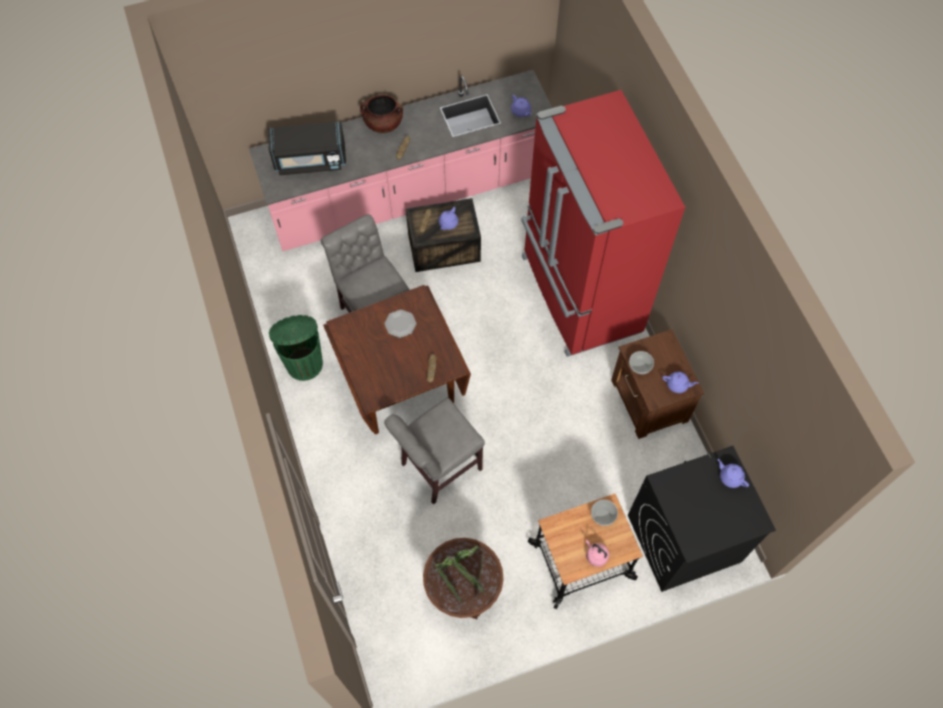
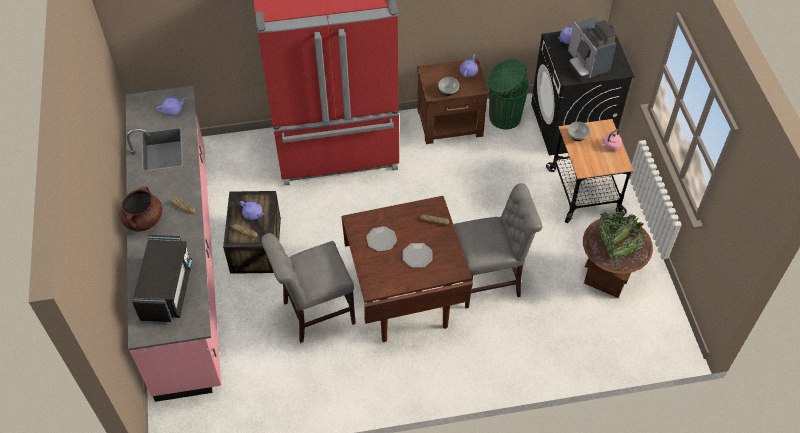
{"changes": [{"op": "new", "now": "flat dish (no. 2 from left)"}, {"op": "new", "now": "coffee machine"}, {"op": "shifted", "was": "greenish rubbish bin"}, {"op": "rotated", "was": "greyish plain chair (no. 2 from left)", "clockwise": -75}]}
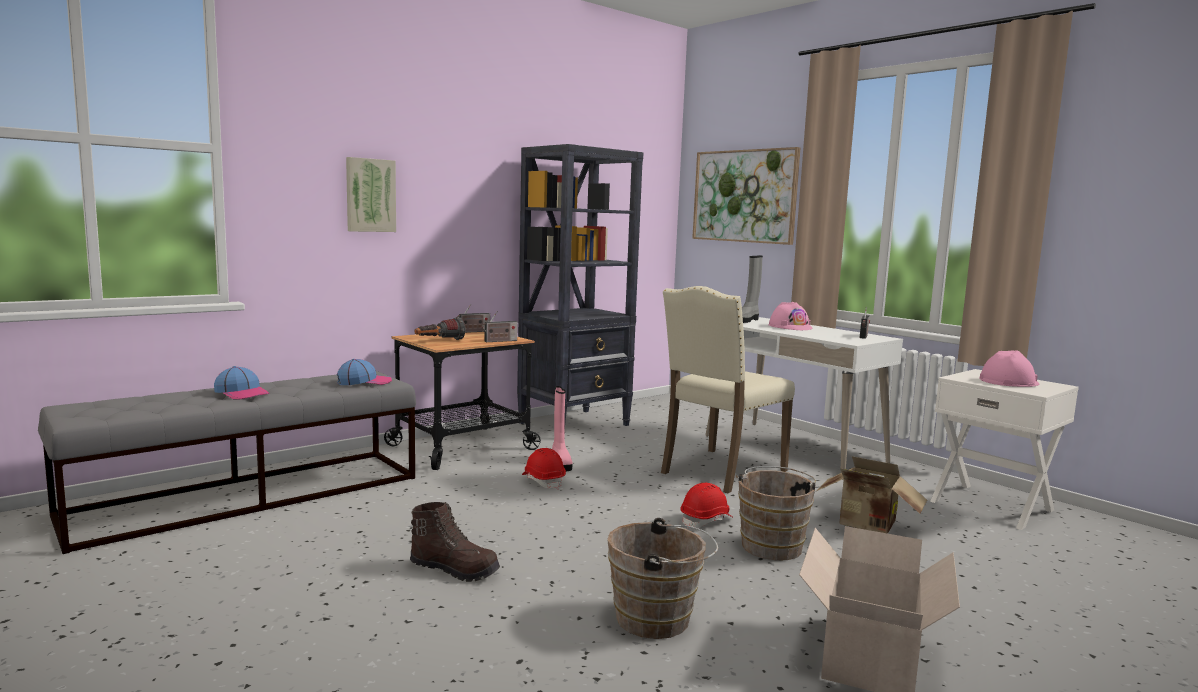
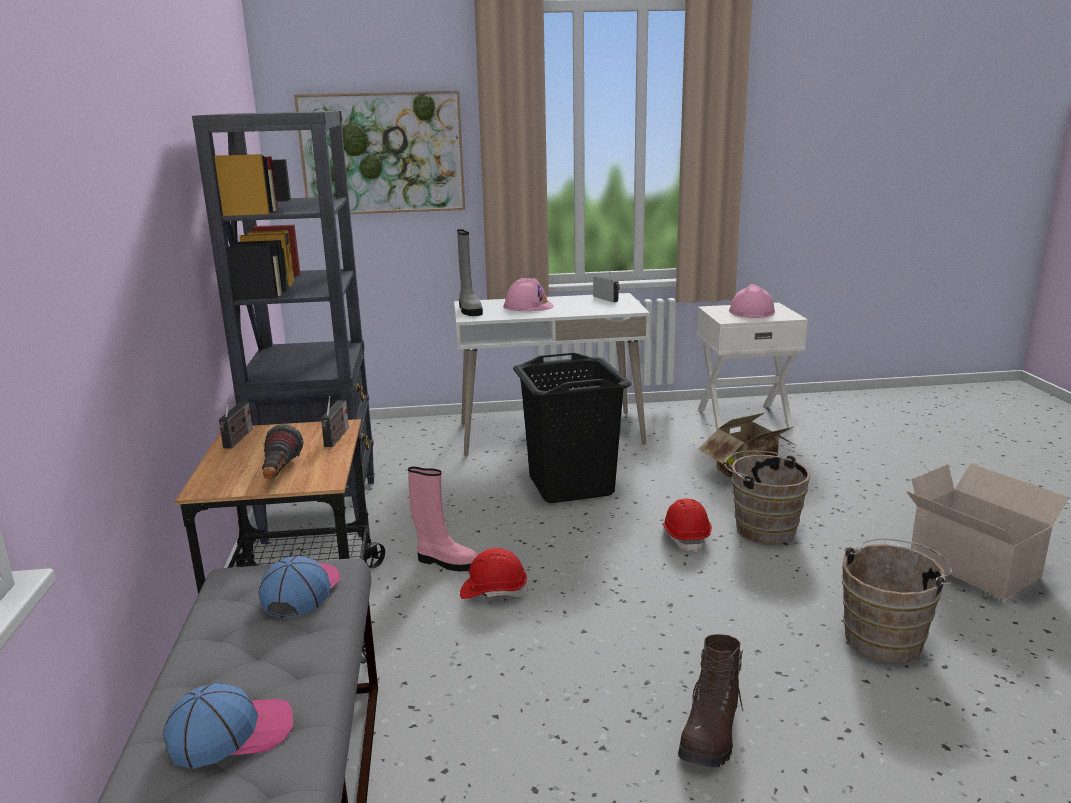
{"changes": [{"op": "gone", "was": "wall art (no. 1 from left)"}, {"op": "swapped", "was": "beige-coloured plain chair", "now": "black hamper"}, {"op": "rotated", "was": "brown high-top boot", "clockwise": 150}]}
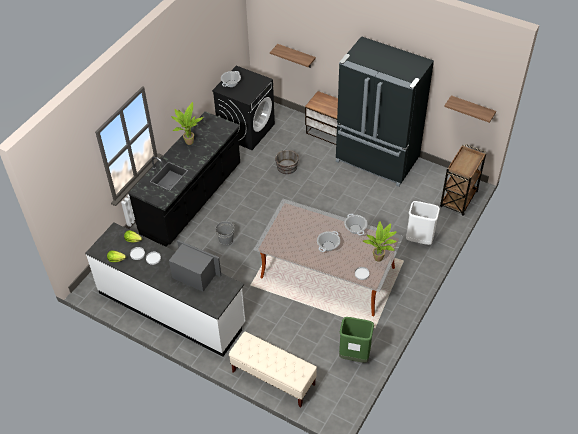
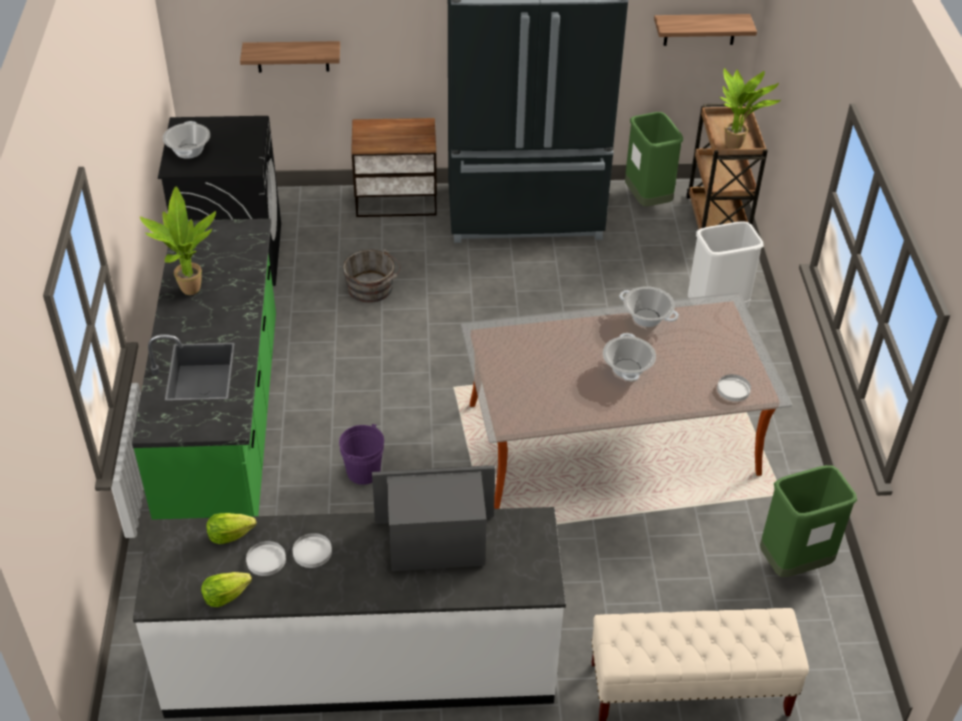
{"changes": [{"op": "new", "now": "greenish rubbish bin (no. 1 from left)"}, {"op": "shifted", "was": "plant in a pot (no. 2 from left)"}, {"op": "repainted", "was": "black kitchen base unit", "now": "greenish kitchen base unit"}, {"op": "repainted", "was": "greyish water bucket (no. 1 from left)", "now": "purple-coloured water bucket"}]}
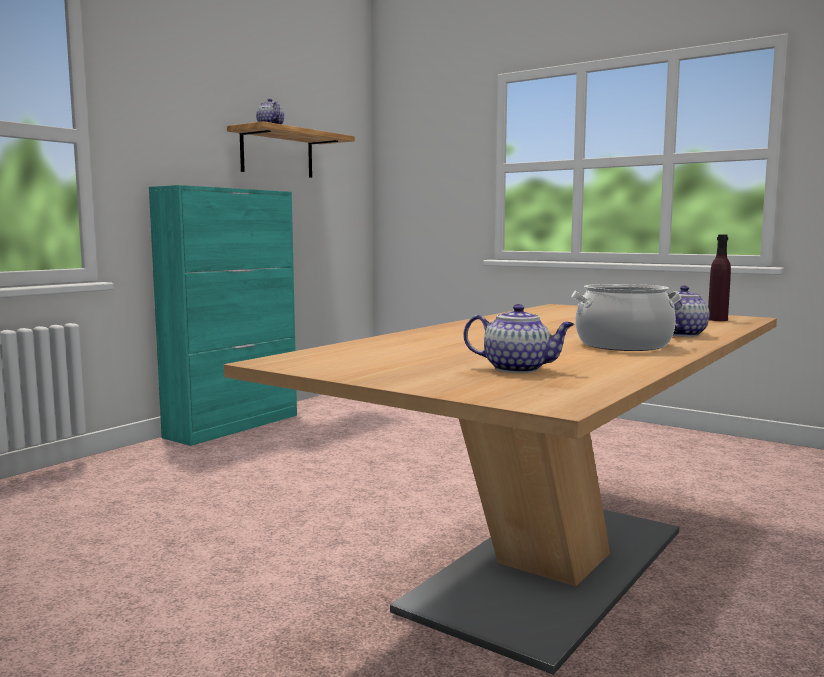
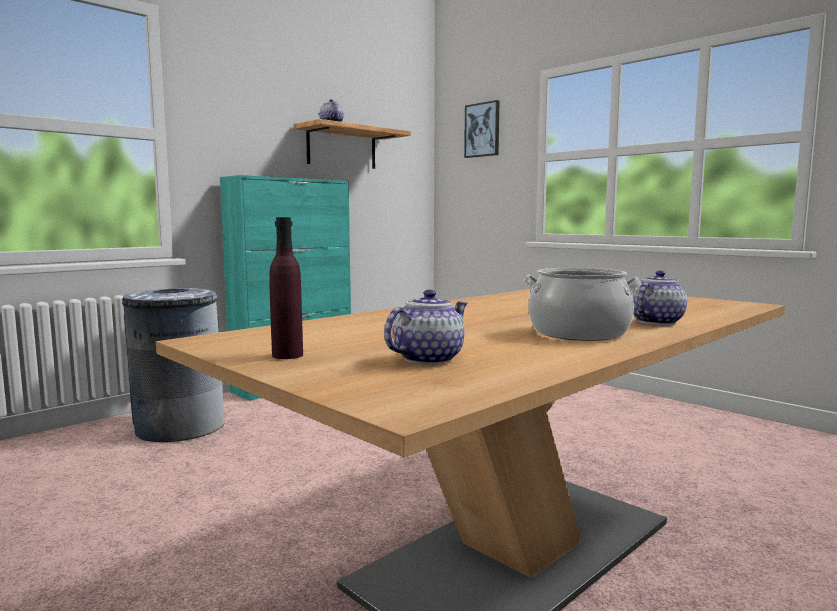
{"changes": [{"op": "new", "now": "greyish rubbish bin"}, {"op": "new", "now": "wall art"}, {"op": "shifted", "was": "purple-coloured drink bottle"}, {"op": "rotated", "was": "tea pot (no. 2 from left)", "clockwise": -75}]}
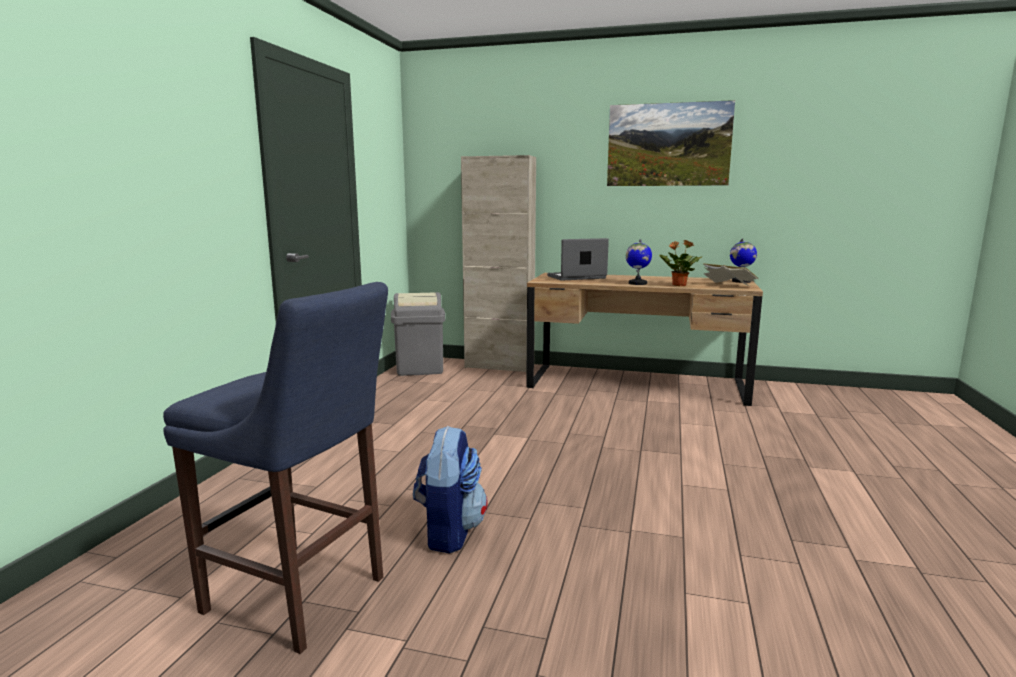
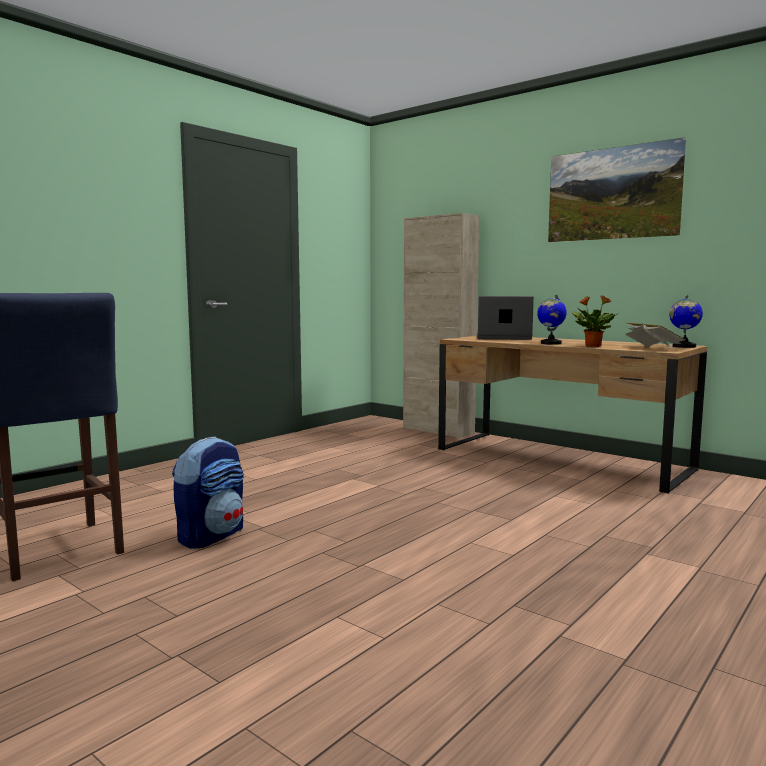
{"changes": [{"op": "gone", "was": "greyish rubbish bin"}]}
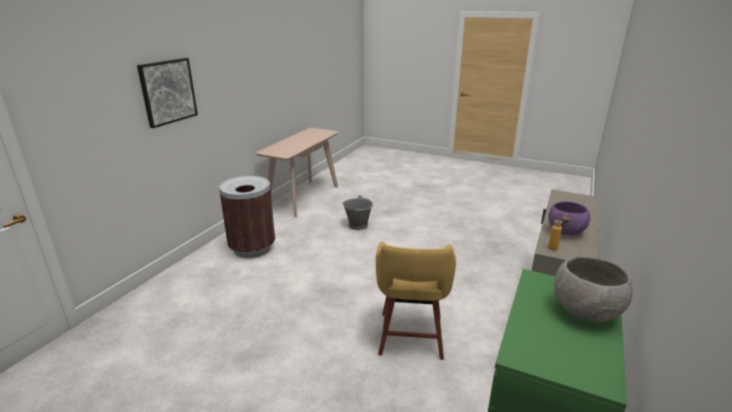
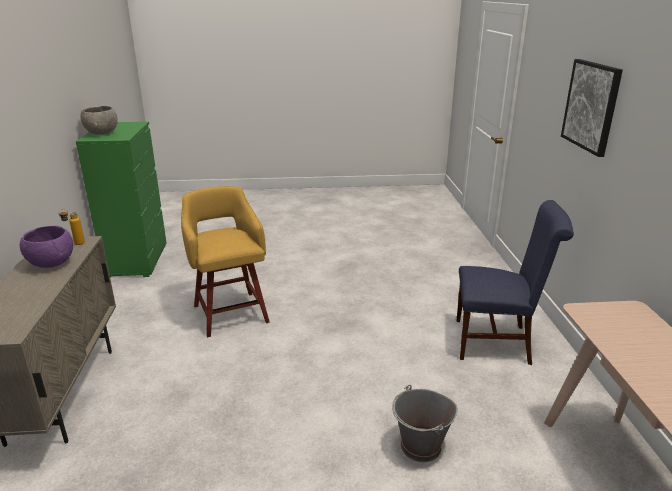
{"changes": [{"op": "swapped", "was": "brown rubbish bin", "now": "blue plain chair"}]}
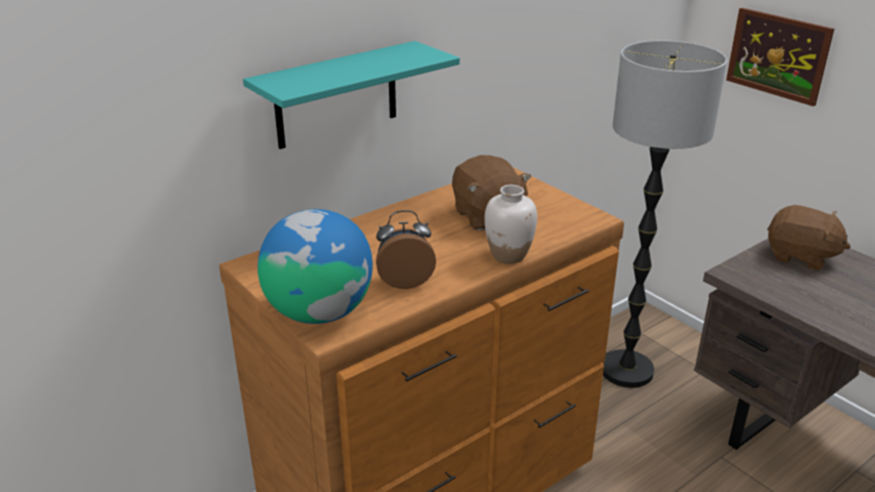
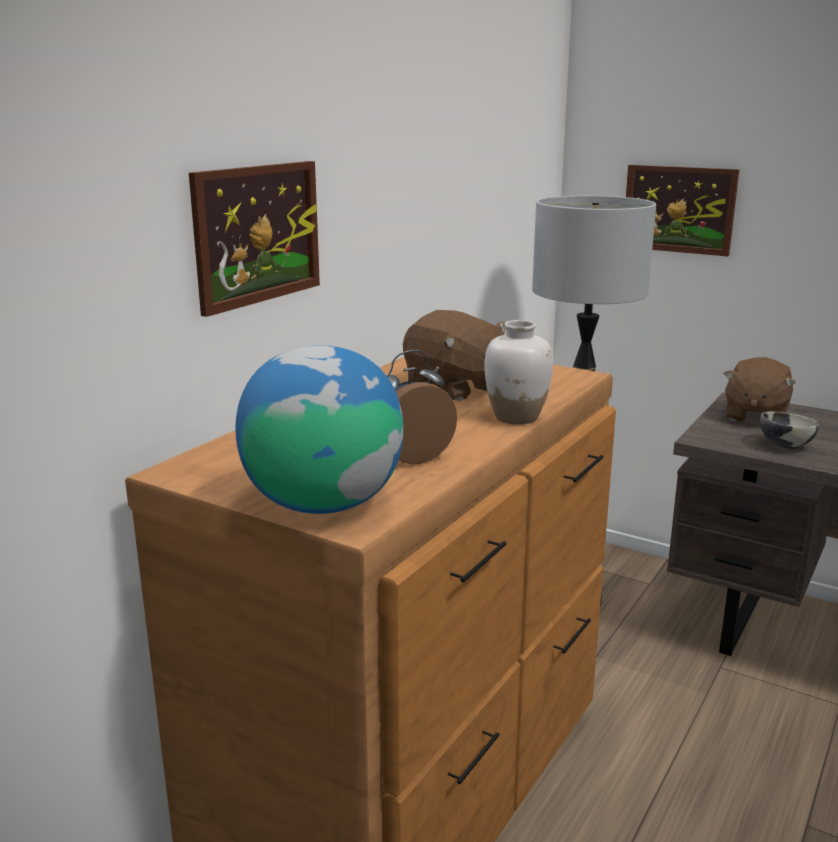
{"changes": [{"op": "new", "now": "deep dish"}, {"op": "swapped", "was": "turquoise-coloured shelf", "now": "wall art (no. 1 from left)"}, {"op": "rotated", "was": "brown cuddly toy (no. 2 from left)", "clockwise": 105}]}
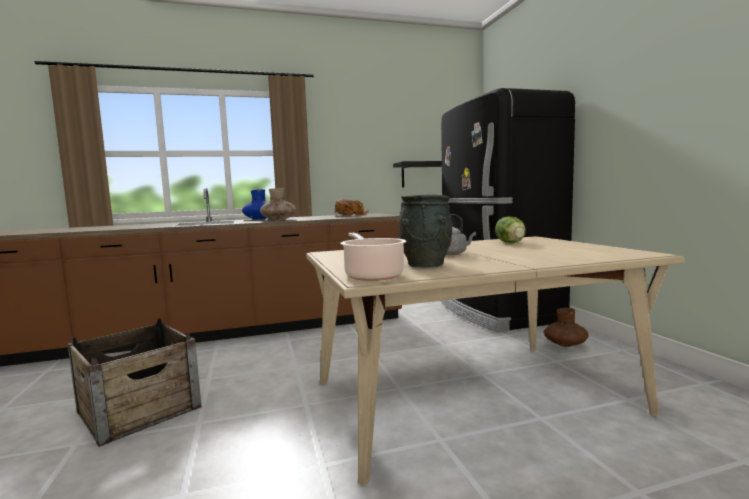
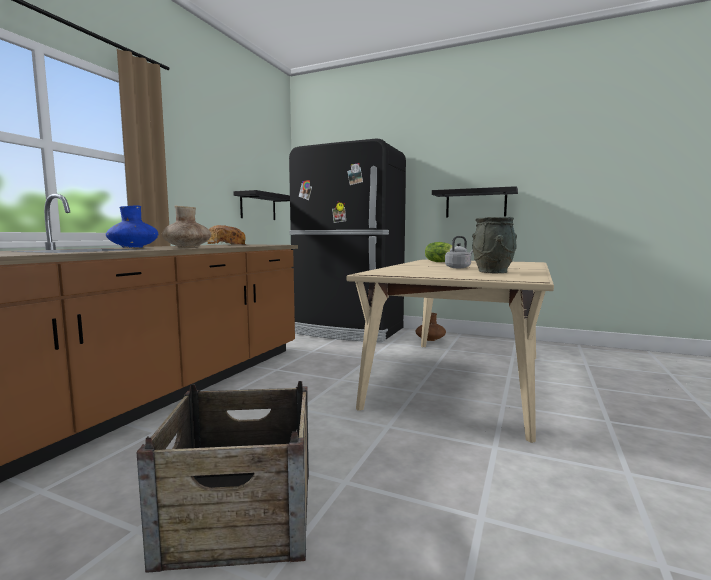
{"changes": [{"op": "gone", "was": "cooking pot"}, {"op": "new", "now": "black shelf (no. 2 from left)"}]}
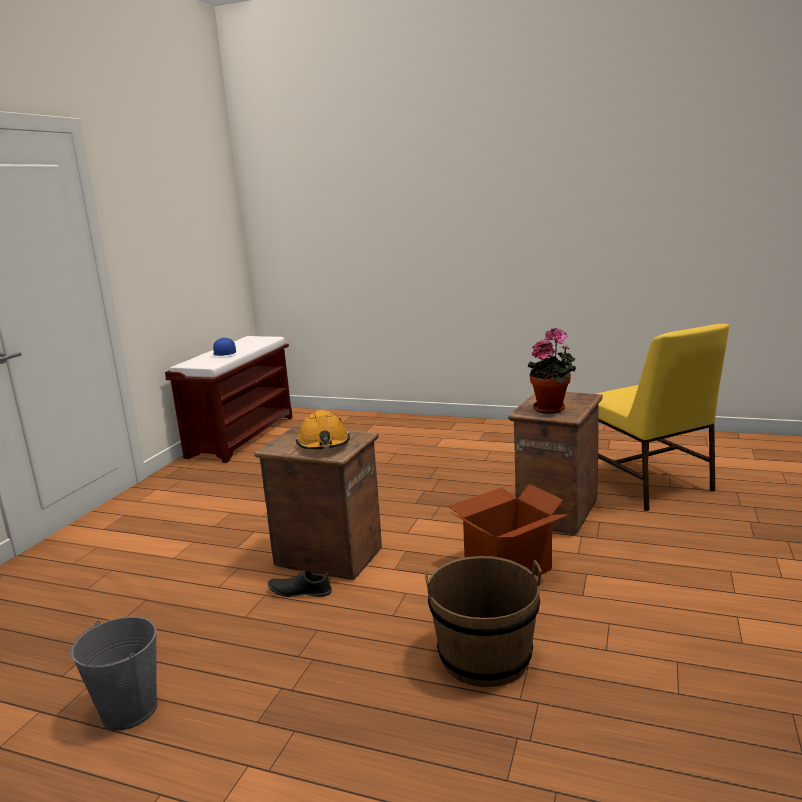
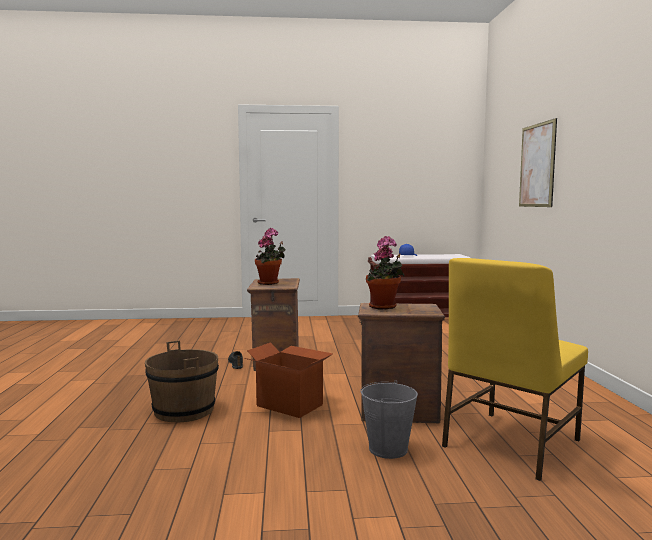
{"changes": [{"op": "new", "now": "wall art"}, {"op": "shifted", "was": "greyish water bucket"}, {"op": "swapped", "was": "orangey work helmet", "now": "plant in a pot (no. 1 from left)"}]}
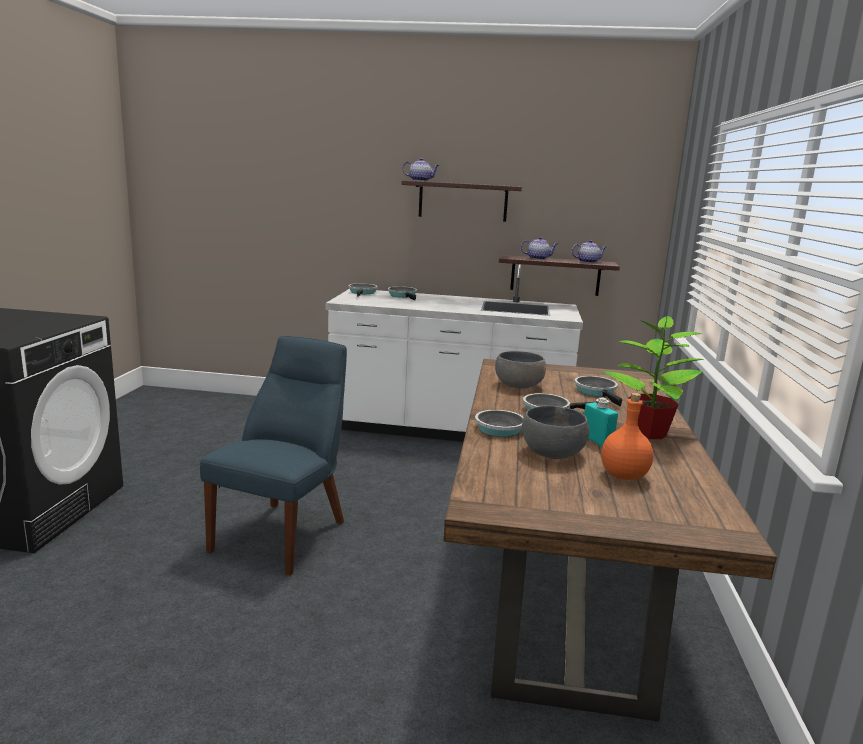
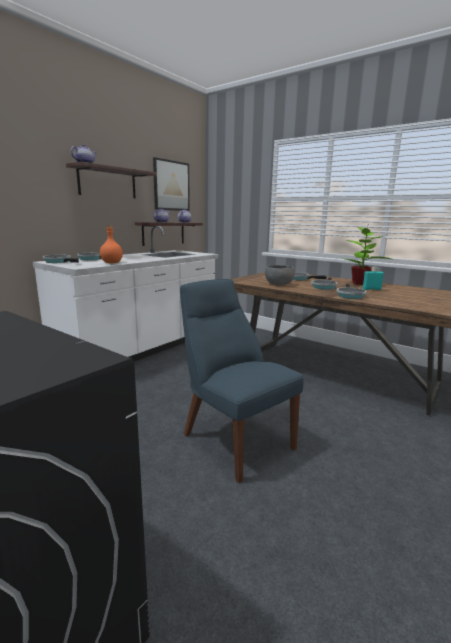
{"changes": [{"op": "gone", "was": "greyish deep dish (no. 2 from left)"}, {"op": "new", "now": "wall art"}, {"op": "shifted", "was": "orangey drink bottle"}]}
